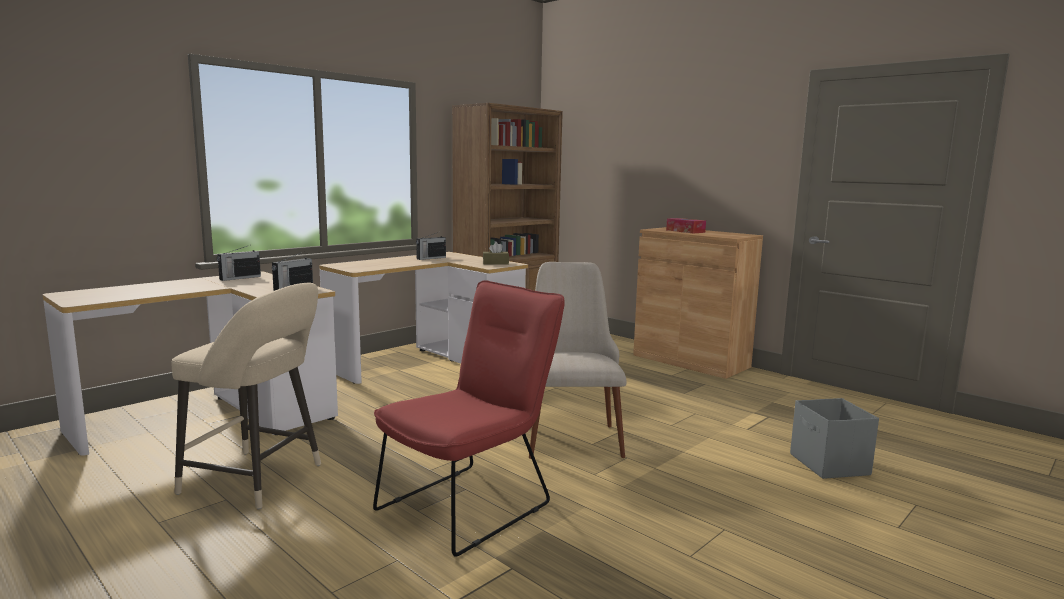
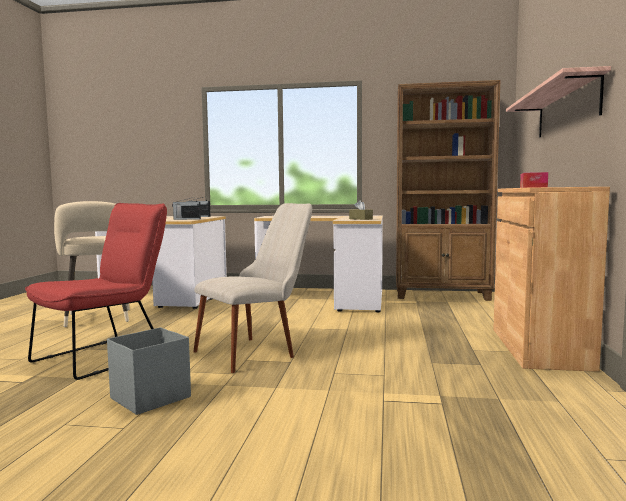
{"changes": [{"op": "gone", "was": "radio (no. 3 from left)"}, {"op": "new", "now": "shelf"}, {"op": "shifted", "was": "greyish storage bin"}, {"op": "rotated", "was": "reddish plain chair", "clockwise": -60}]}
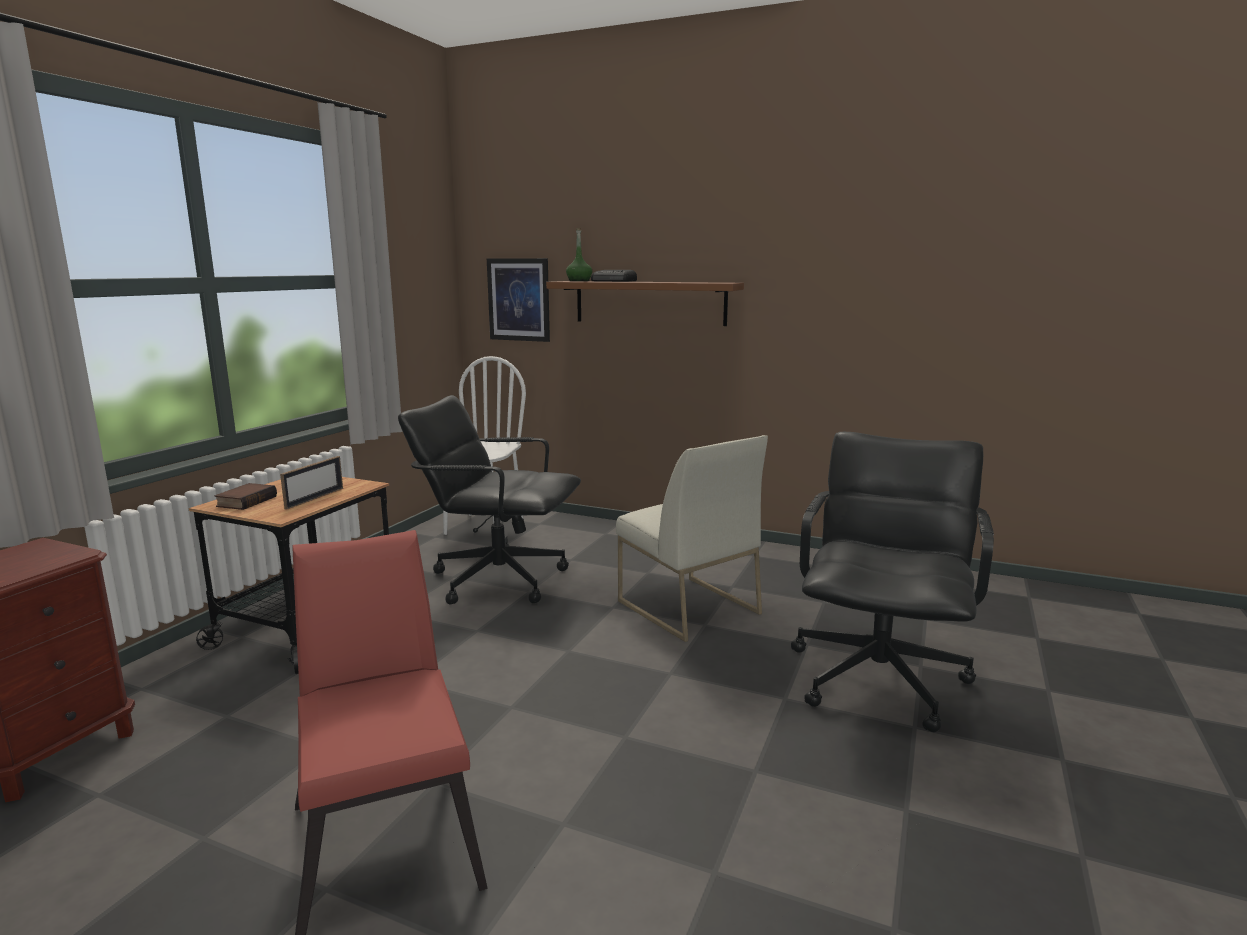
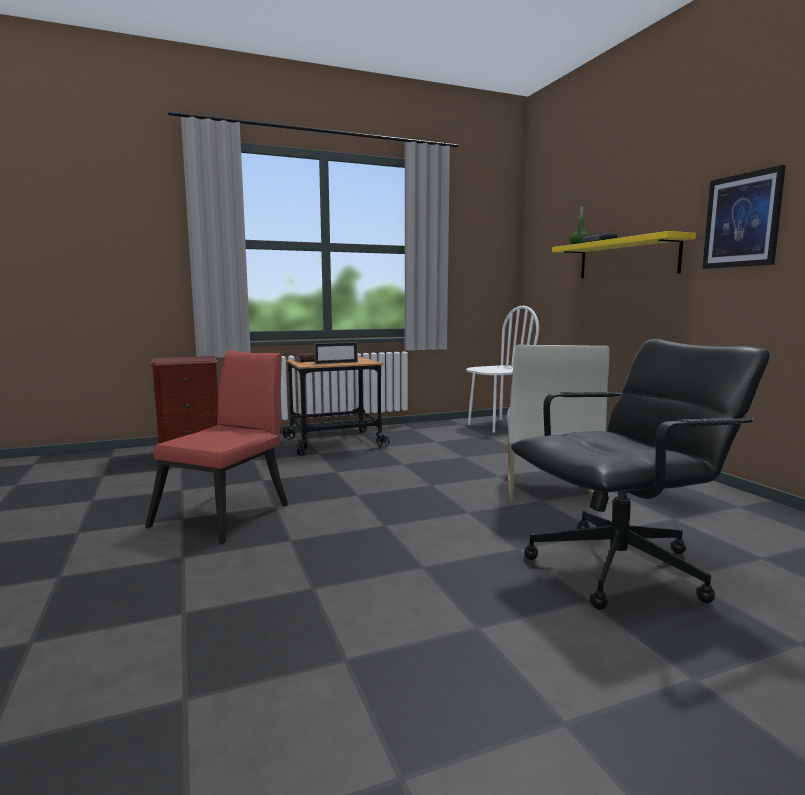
{"changes": [{"op": "gone", "was": "black desk chair (no. 1 from left)"}, {"op": "shifted", "was": "wall art"}, {"op": "repainted", "was": "brown shelf", "now": "yellow-coloured shelf"}]}
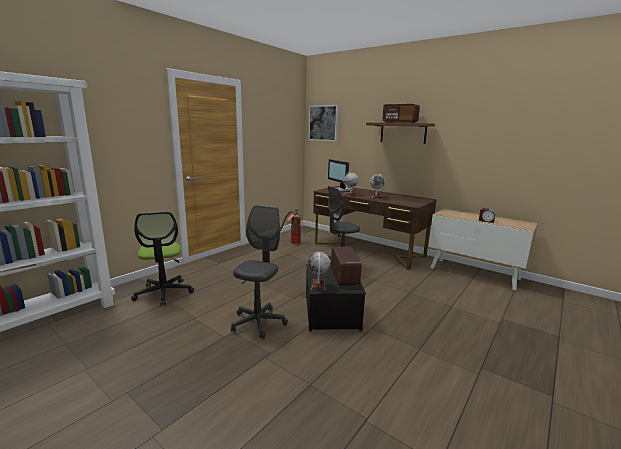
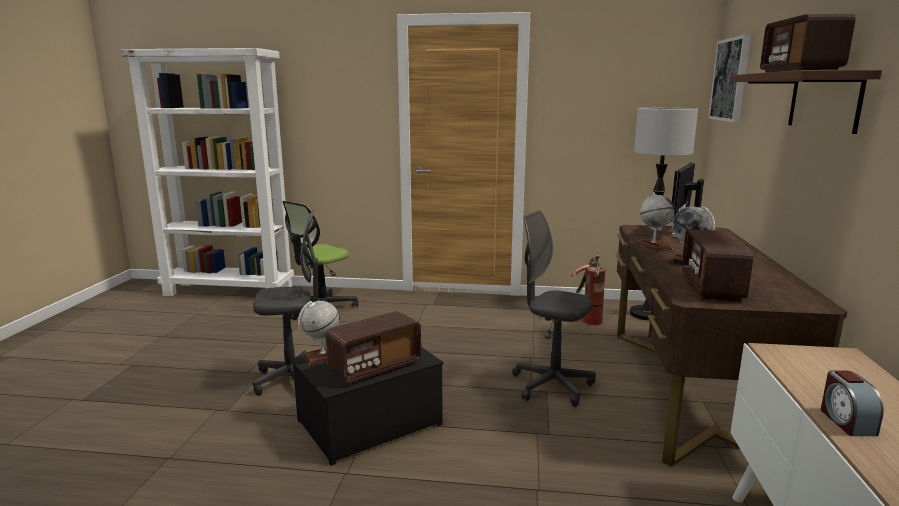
{"changes": [{"op": "new", "now": "standard lamp"}, {"op": "new", "now": "radio (no. 2 from left)"}]}
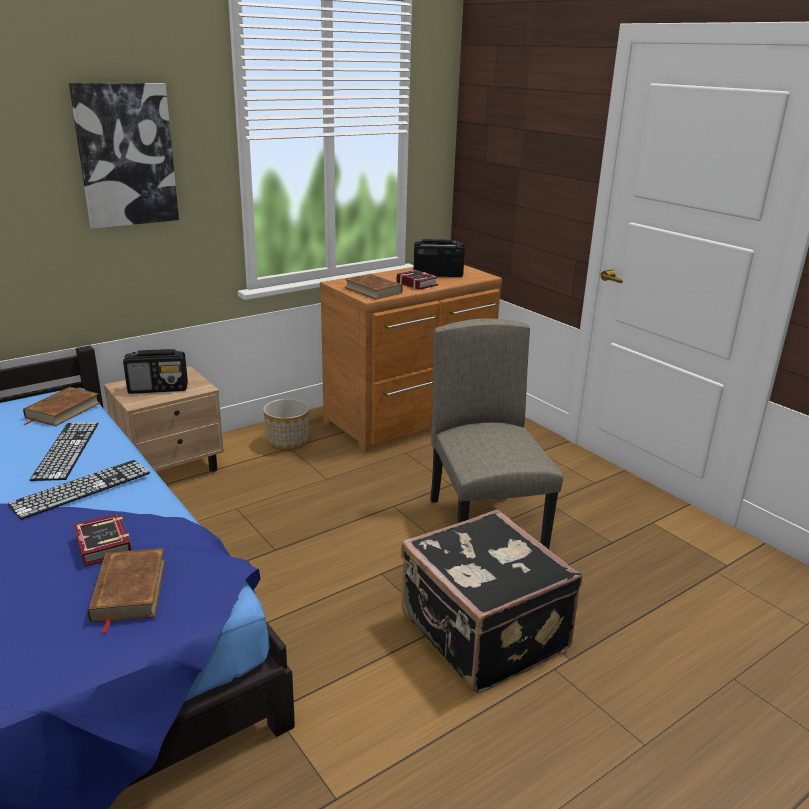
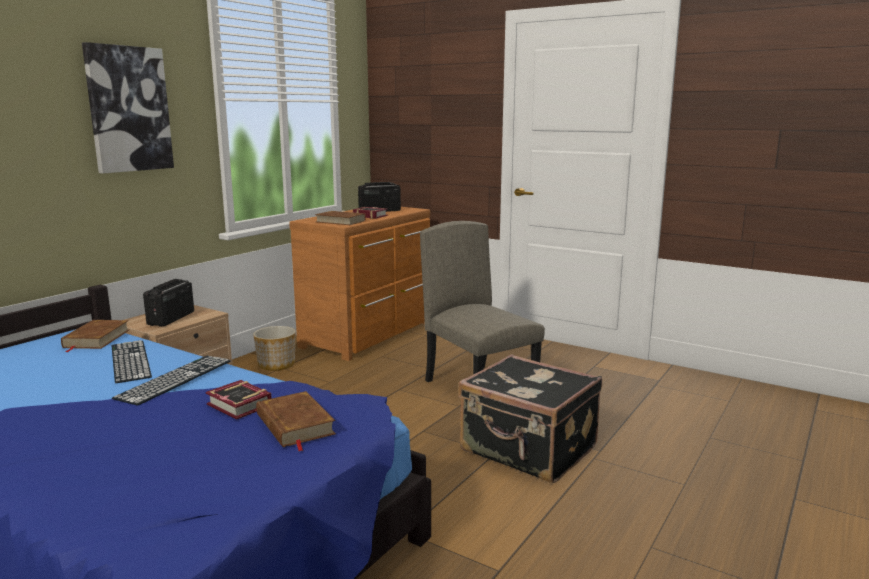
{"changes": [{"op": "rotated", "was": "radio (no. 1 from left)", "clockwise": 135}]}
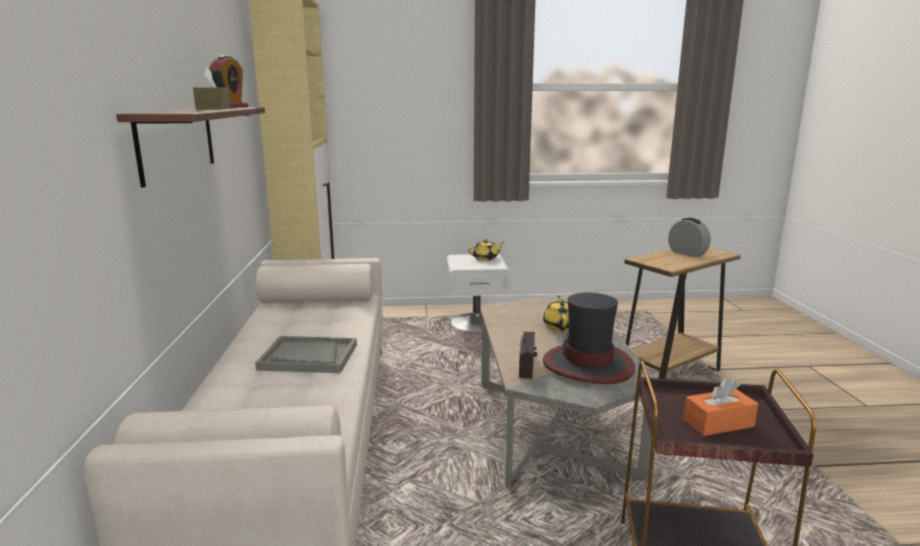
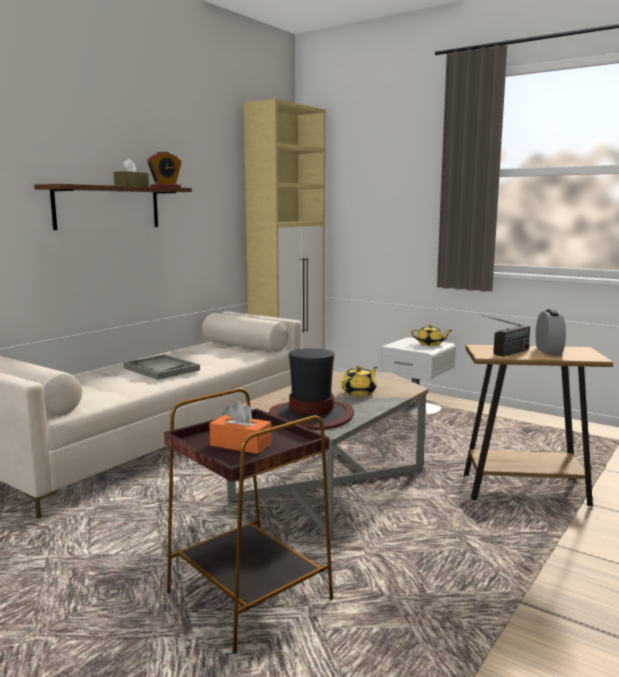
{"changes": [{"op": "shifted", "was": "radio"}]}
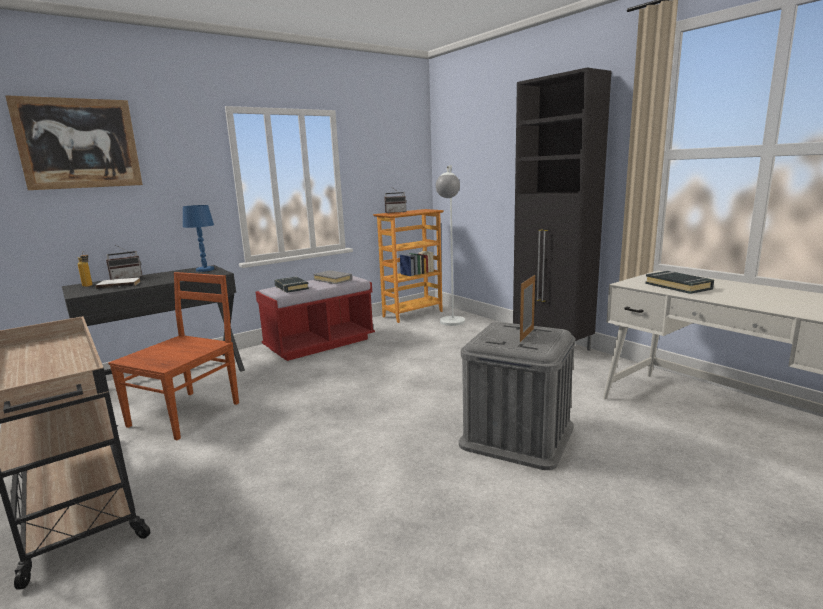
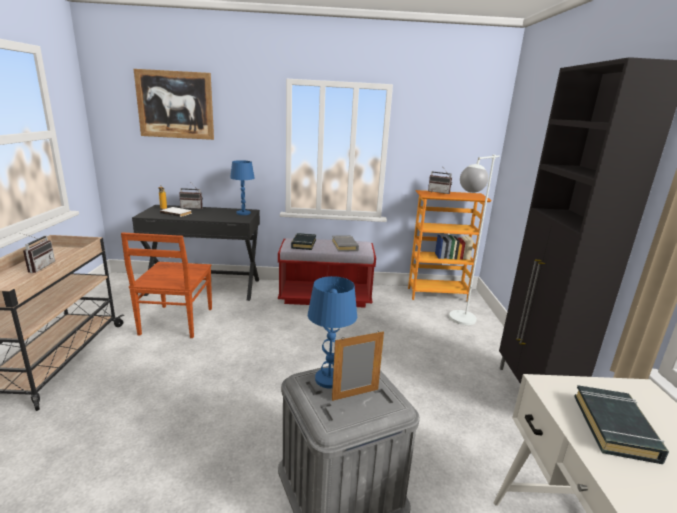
{"changes": [{"op": "new", "now": "radio (no. 1 from left)"}, {"op": "new", "now": "blue tabletop lamp (no. 2 from left)"}, {"op": "rotated", "was": "brown plain chair", "clockwise": 120}]}
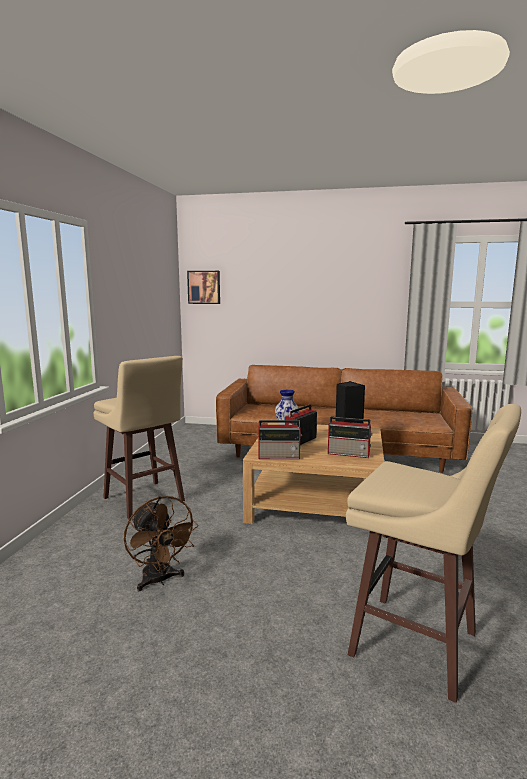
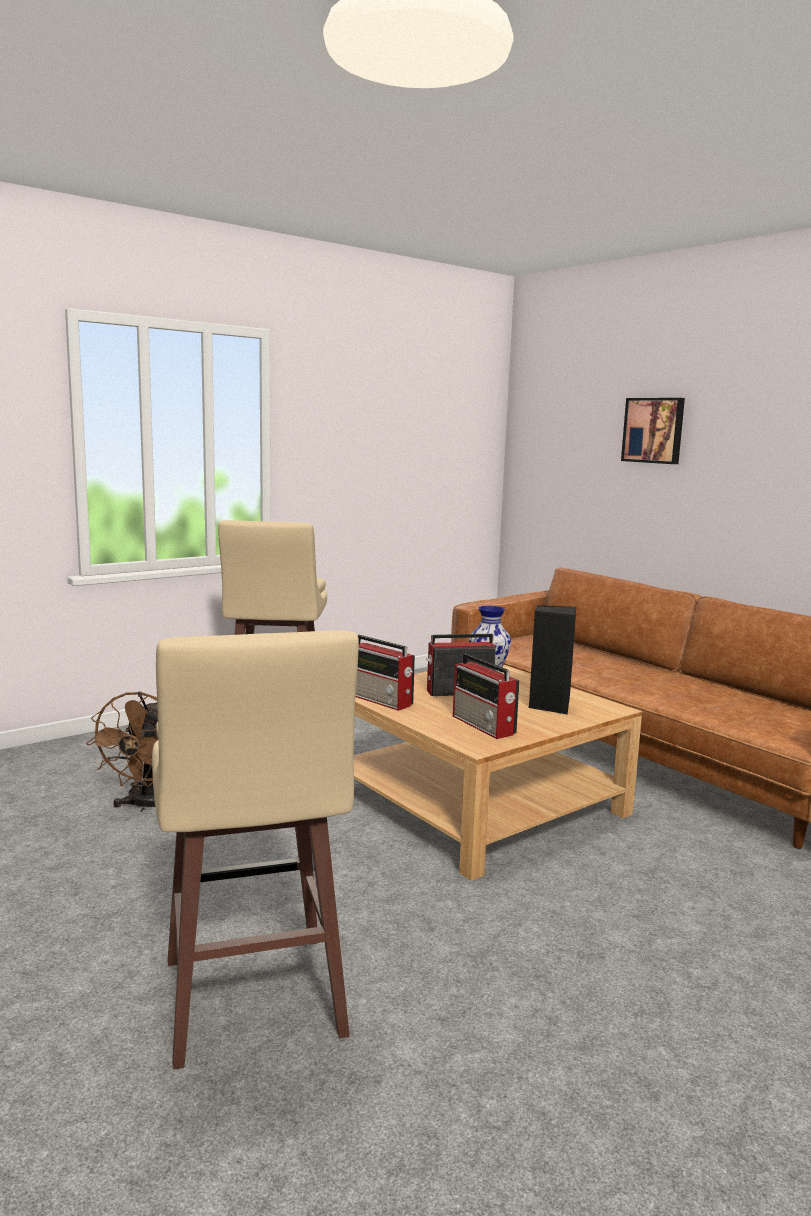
{"changes": [{"op": "shifted", "was": "wall art"}]}
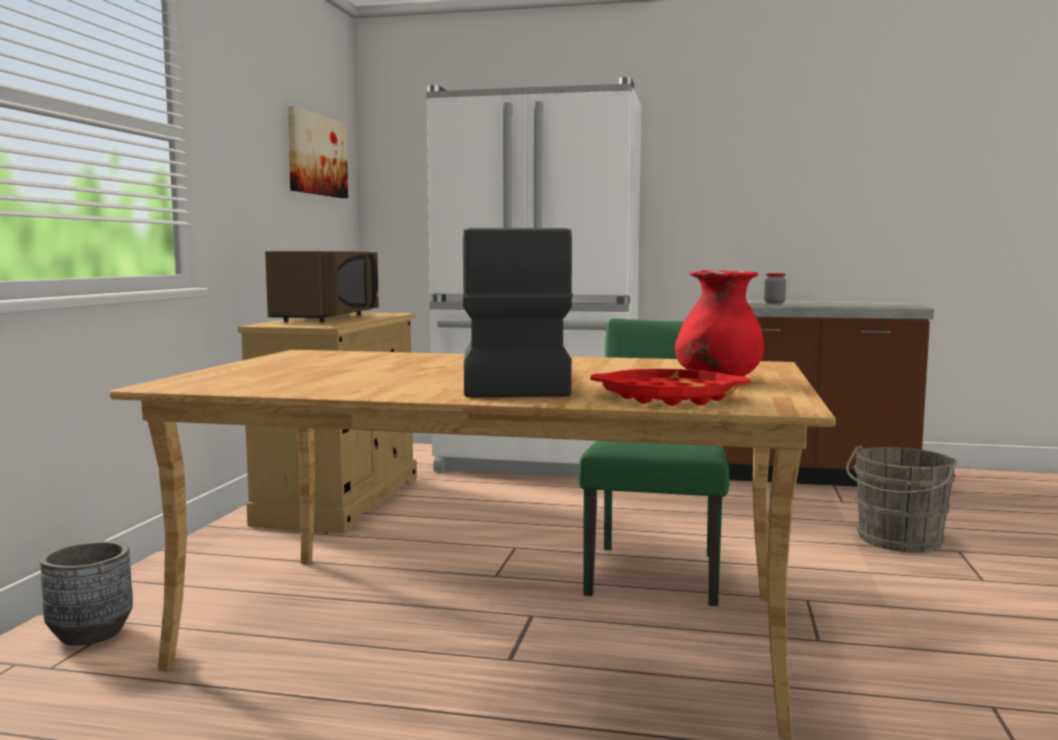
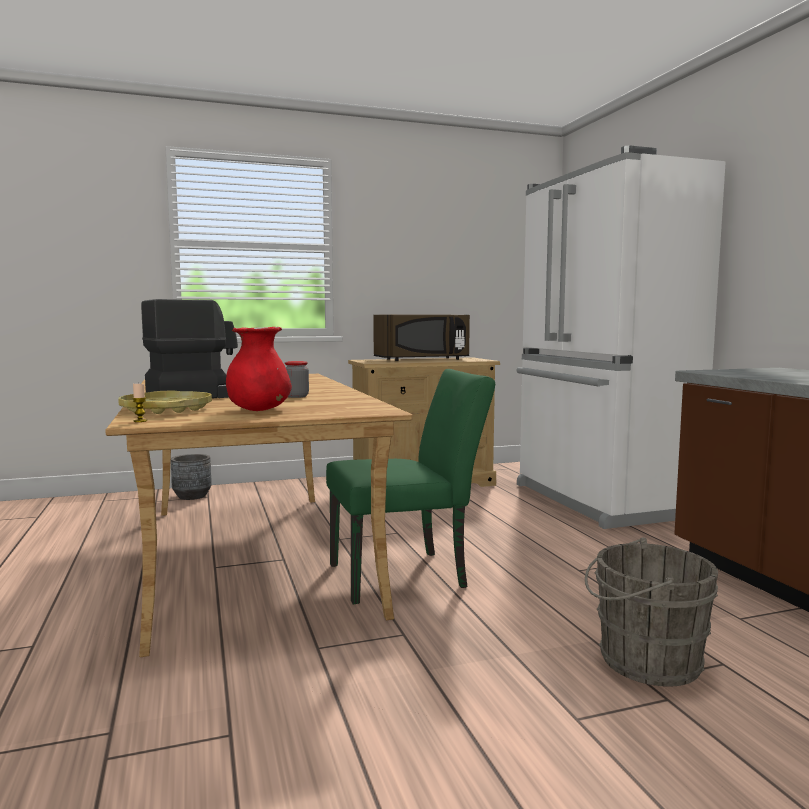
{"changes": [{"op": "gone", "was": "wall art"}, {"op": "new", "now": "wax candle"}, {"op": "shifted", "was": "storage jar"}, {"op": "repainted", "was": "reddish carrying tray", "now": "yellow-coloured carrying tray"}]}
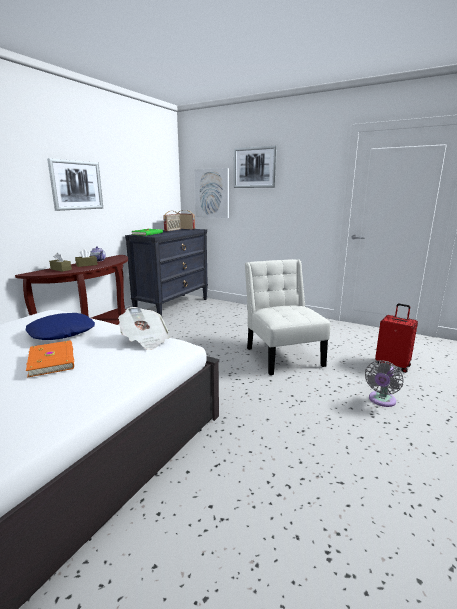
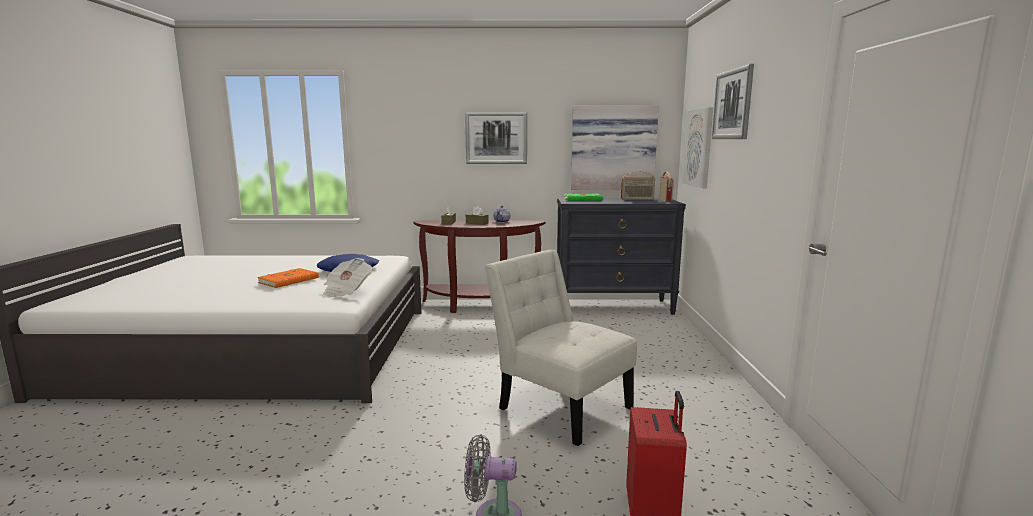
{"changes": [{"op": "new", "now": "wall art (no. 2 from left)"}, {"op": "rotated", "was": "white plain chair", "clockwise": -90}]}
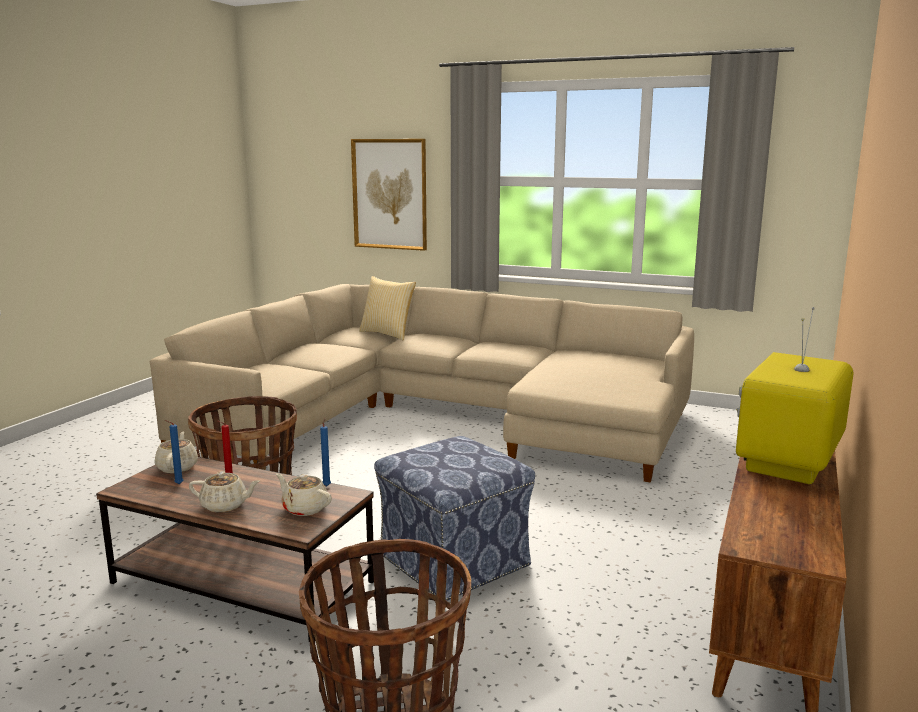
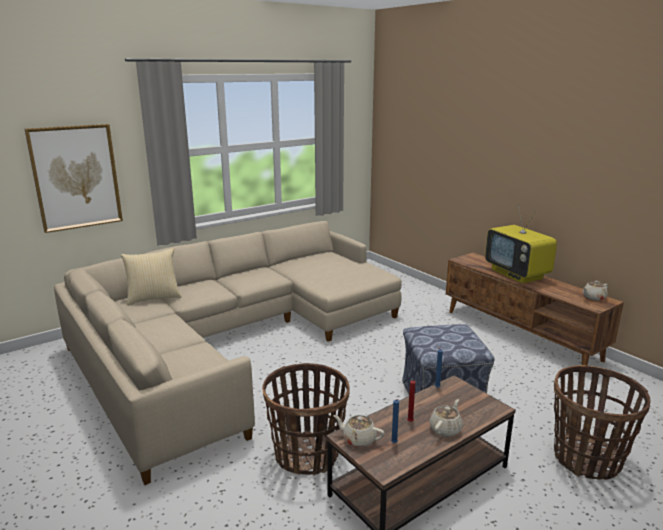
{"changes": [{"op": "shifted", "was": "beige-coloured tea pot (no. 3 from left)"}]}
